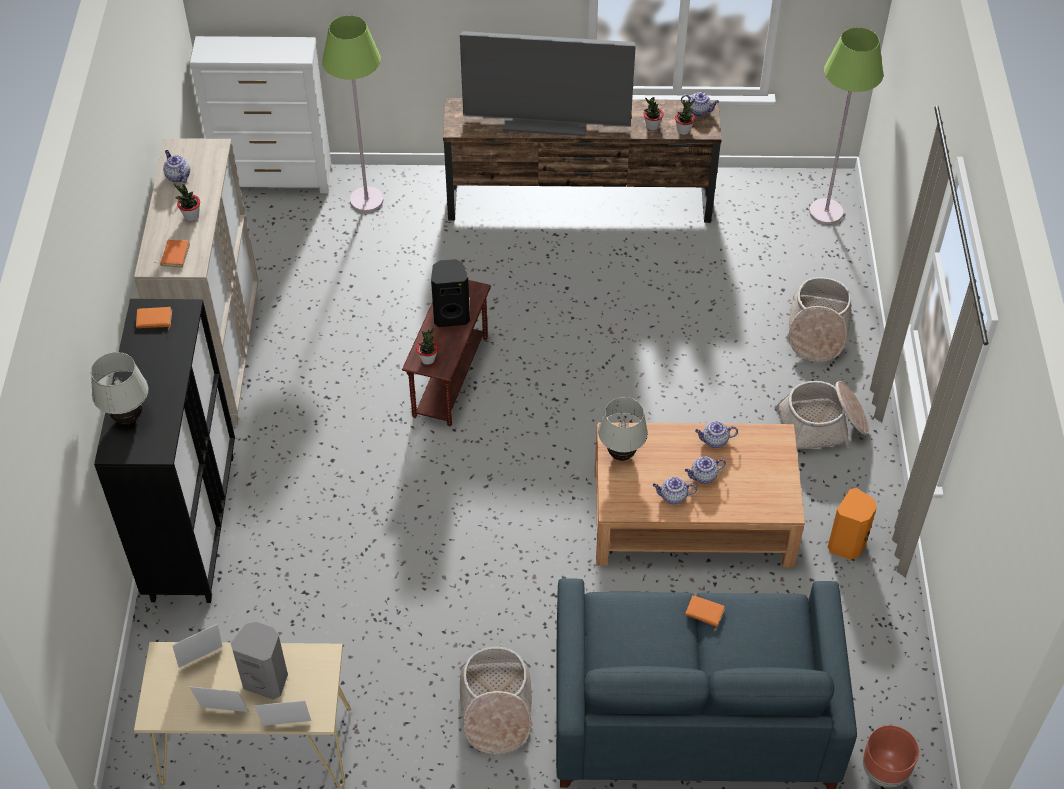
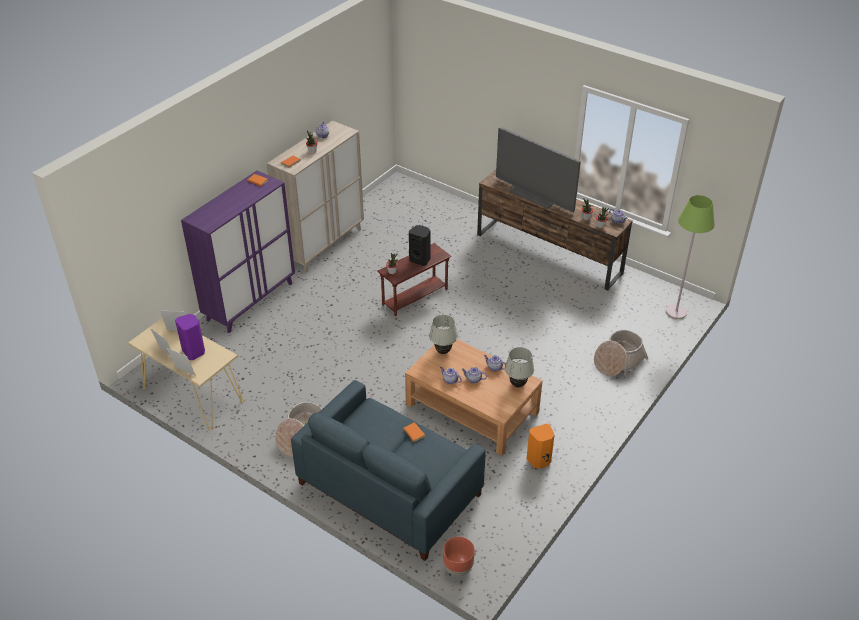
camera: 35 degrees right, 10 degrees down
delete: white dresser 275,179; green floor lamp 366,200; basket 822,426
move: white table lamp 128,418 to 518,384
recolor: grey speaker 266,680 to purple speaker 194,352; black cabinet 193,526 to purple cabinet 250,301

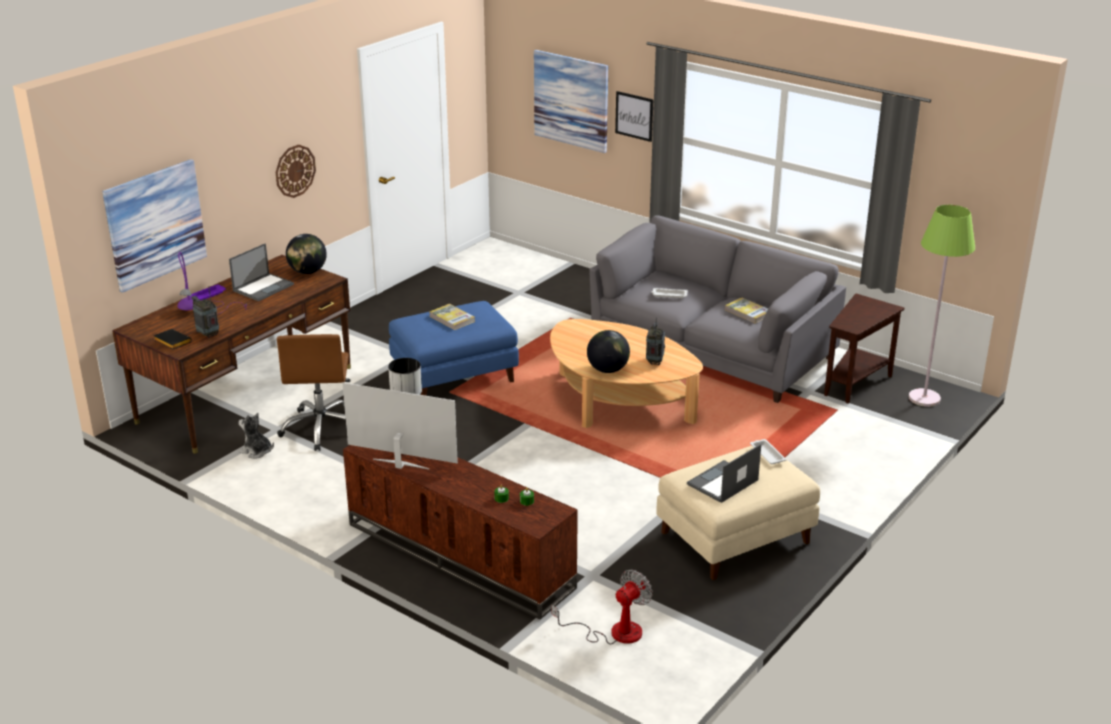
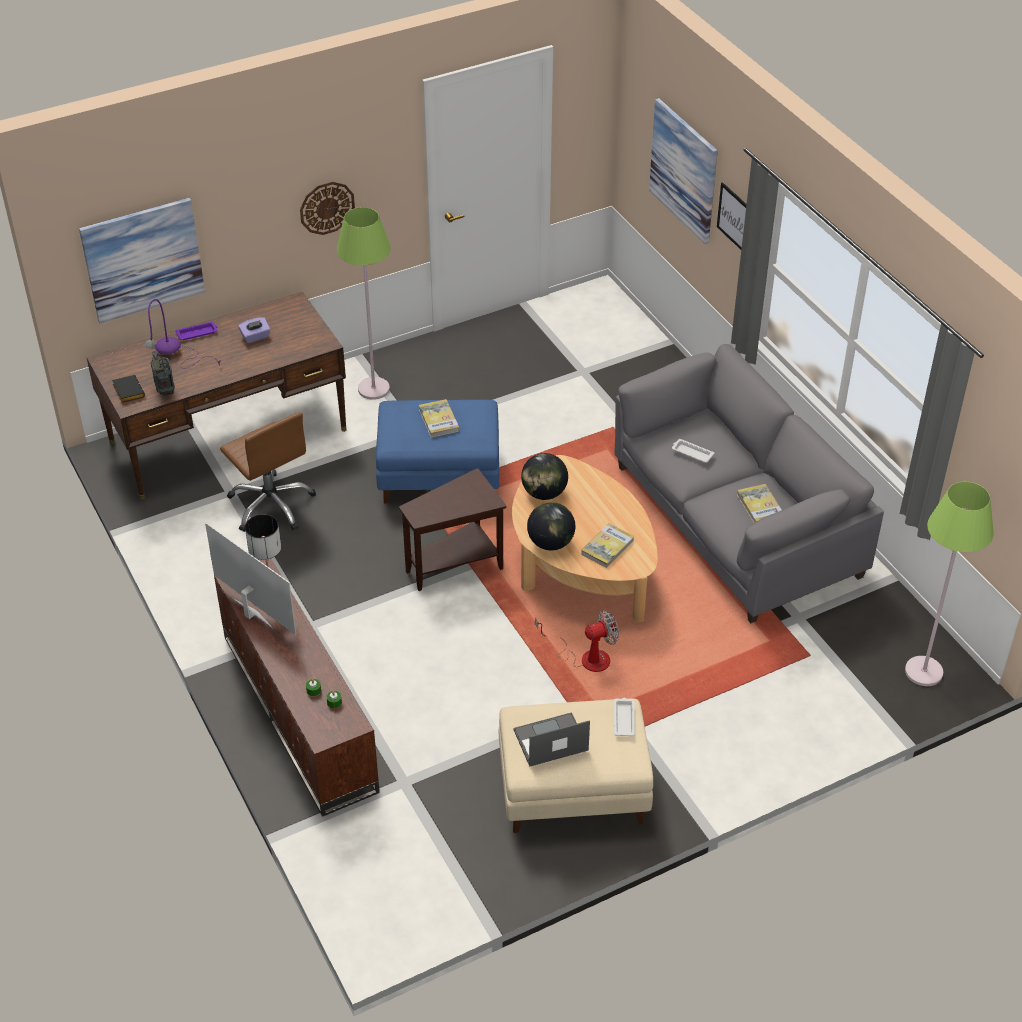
camera: 25 degrees right, 15 degrees up
delete: plush toy 257,451
insert: green floor lamp 373,389
move: brown side table 855,382 to 456,565; globe 307,272 to 544,493; fan 614,632 to 585,657
replace: laptop 263,287 to purple tissue box 255,337; radio 654,362 to book 607,547
rotate: brown office chair 322,428 = 271,505 60 degrees counterclockwise

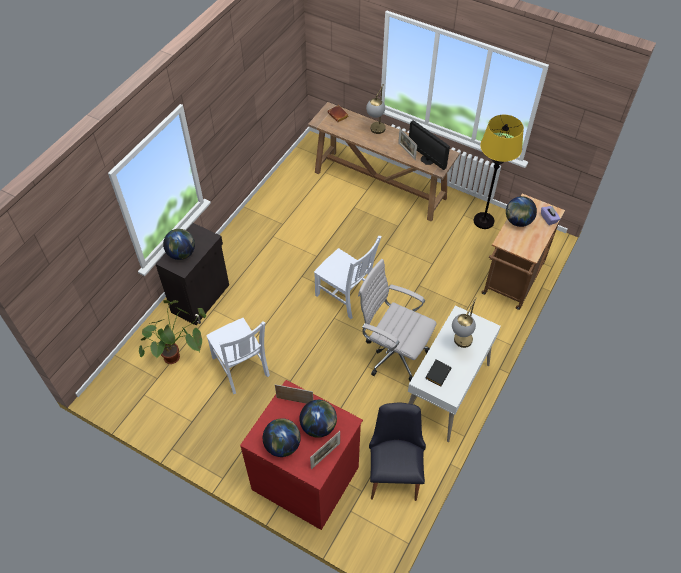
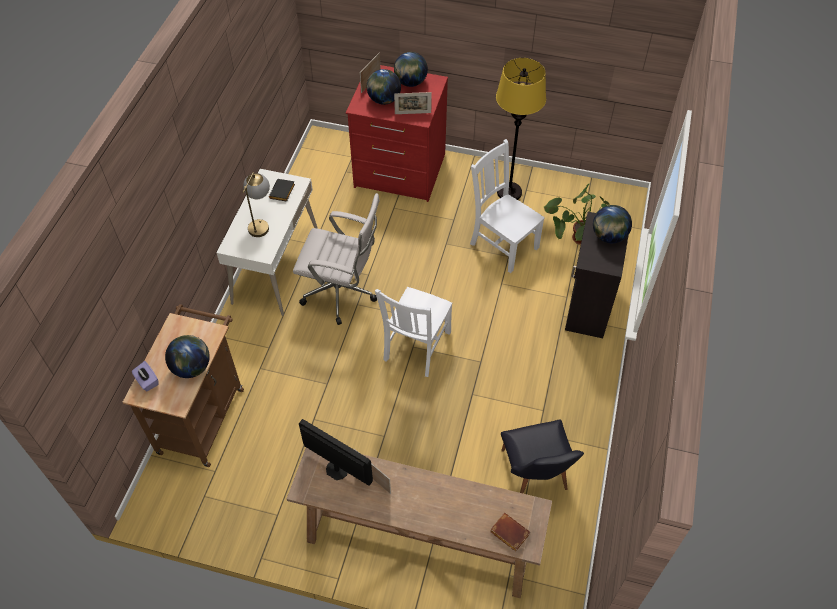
camera: 165 degrees right, 0 degrees up
delete: table lamp 376,132
move: yellow floor lamp 483,221 to 509,192; black chair 394,471 to 536,476
rotate: white chair 346,296 = 416,348 90 degrees counterclockwise

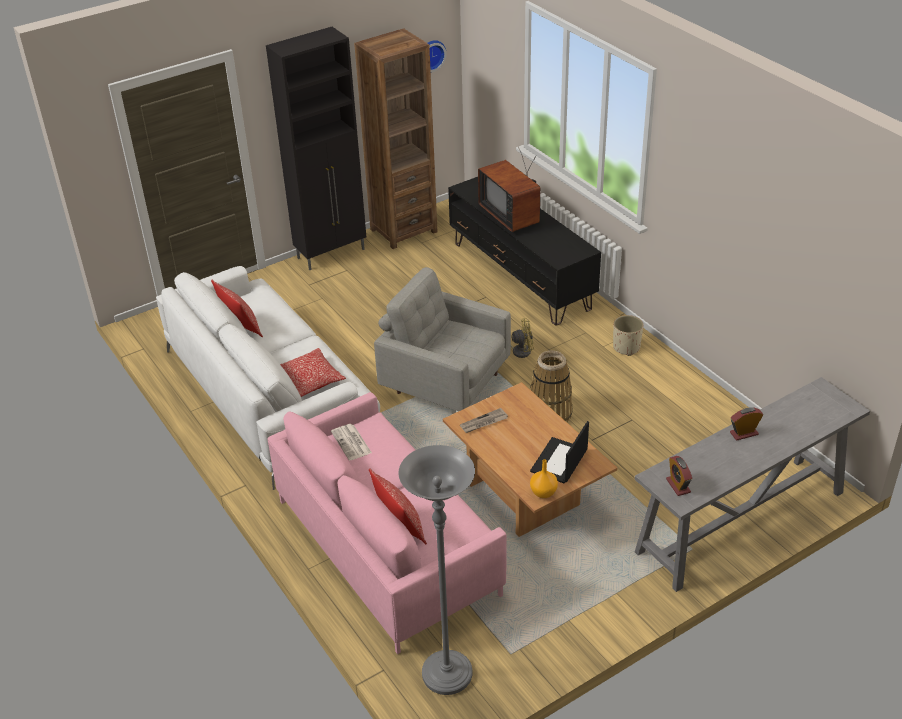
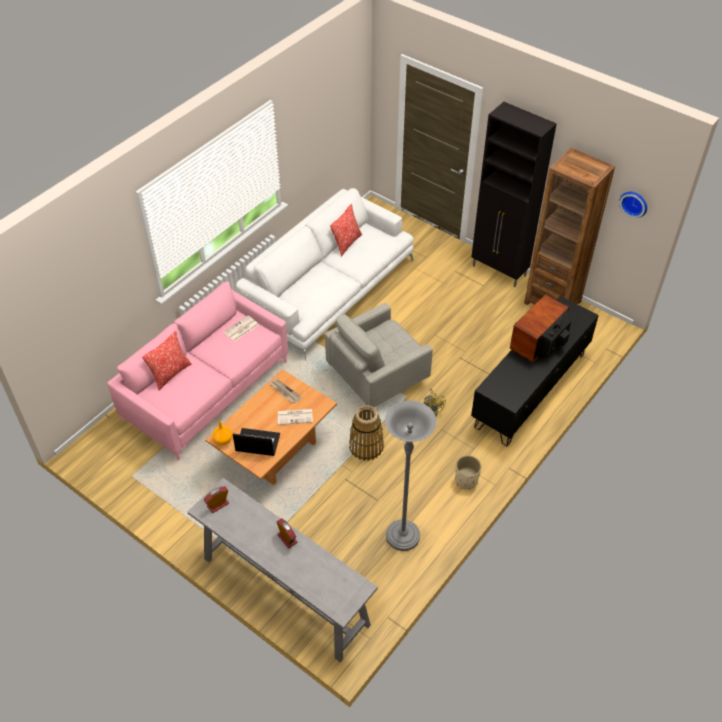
camera: 70 degrees right, 10 degrees up
delete: pillow 308,381
insert: newspaper 295,416
move: grey floor lamp 447,674 to 402,536
rotate: grey armchair 445,382 = 376,377 135 degrees counterclockwise

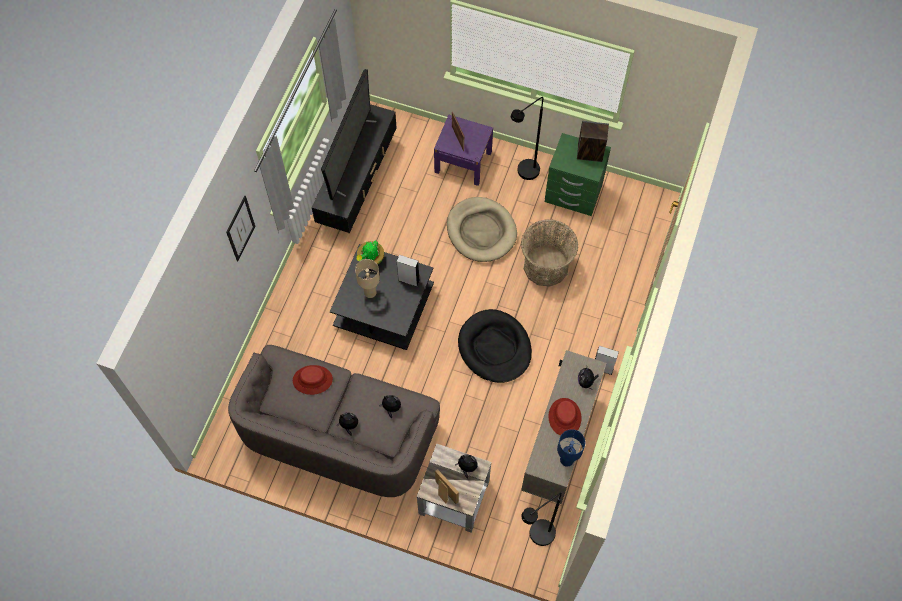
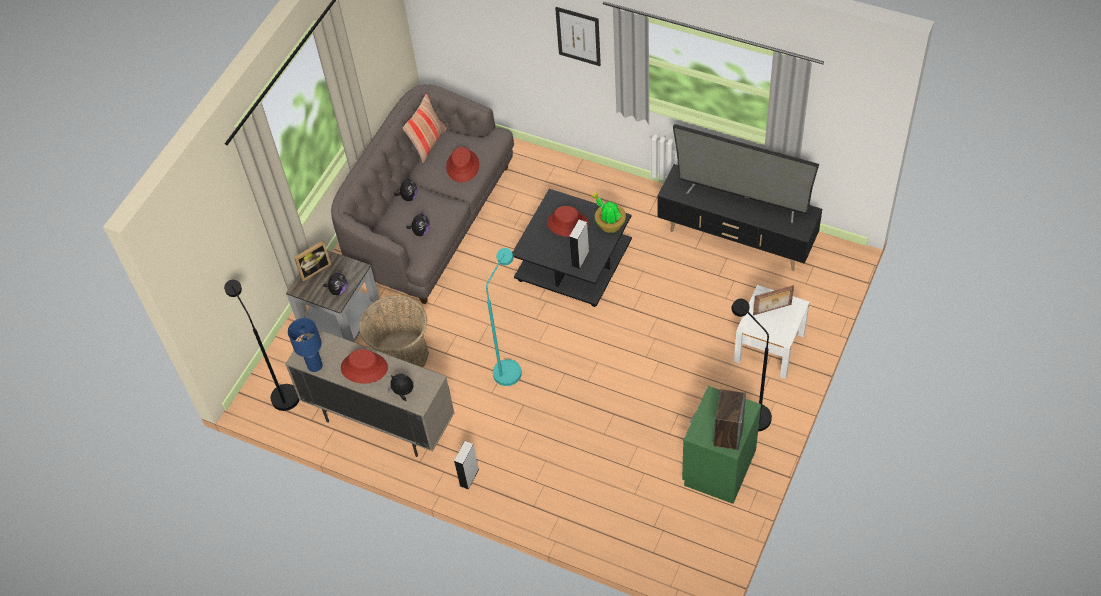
camera: 100 degrees right, 10 degrees down
delete: beige dog bed 481,231
insert: pillow 428,143
move: basket 546,266 to 401,354
replace: black dog bed 494,348 to turquoise floor lamp 510,366; beige table lamp 370,293 to red hat 567,224
recolor: purple nightstand 463,162 to white nightstand 769,347

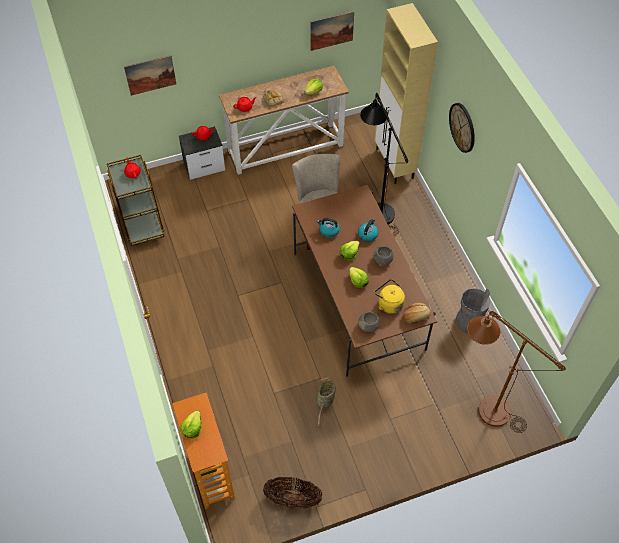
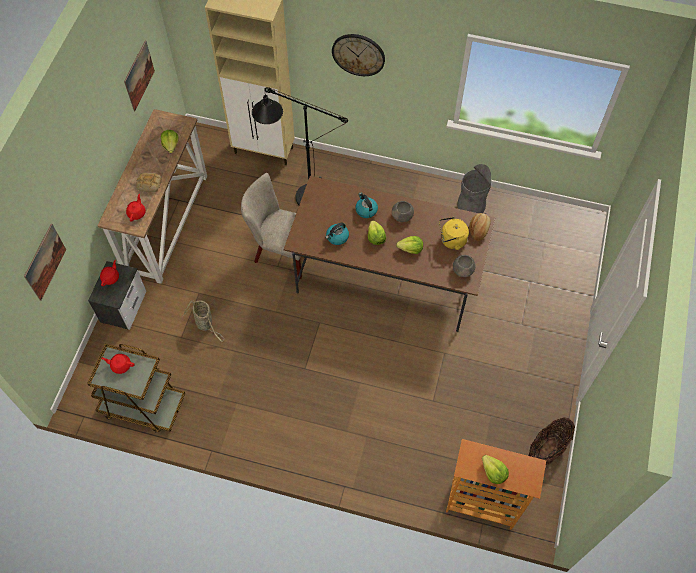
camera: 55 degrees left, 5 degrees up
delete: brown floor lamp 485,406
move: basket 325,402 to 205,324

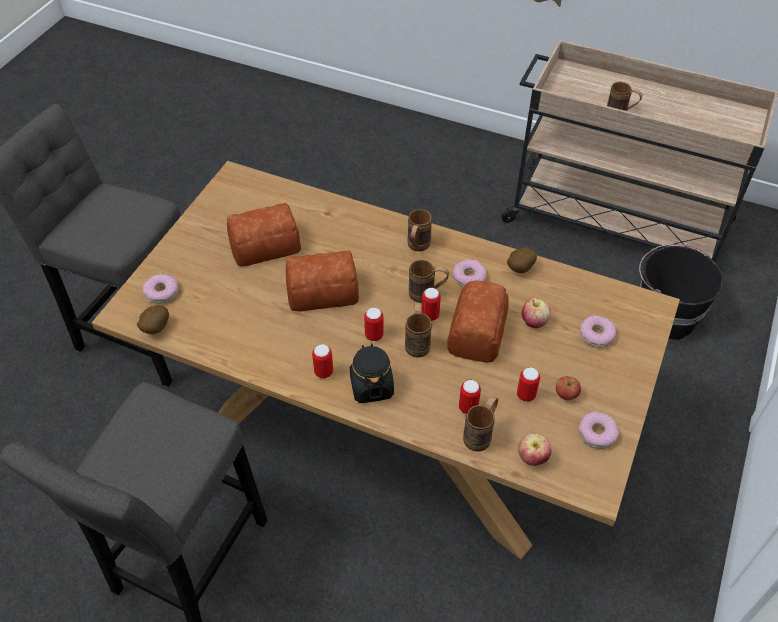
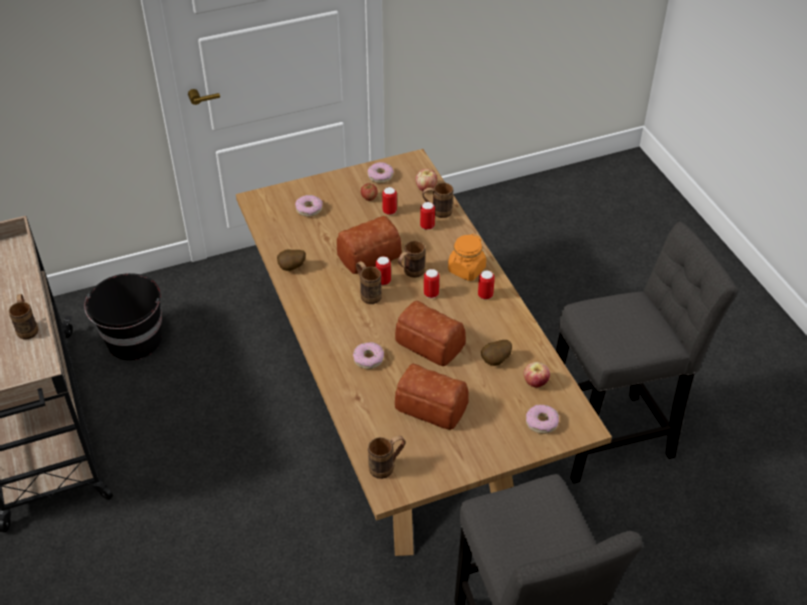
camera: 135 degrees left, 5 degrees down
move: donut 469,278 to 368,359; brown mug 416,247 to 387,466; potato 155,328 to 496,361; apple 534,322 to 535,383
recolor: black jar 371,386 to orange jar 466,270

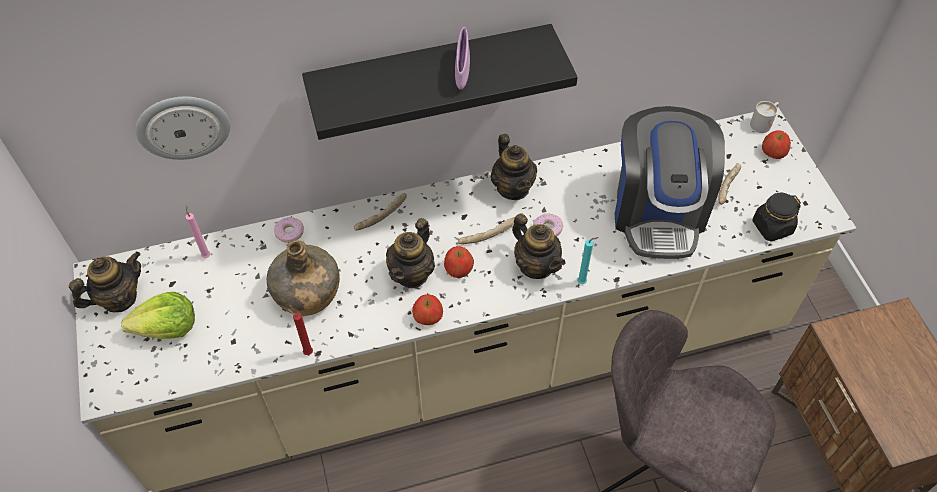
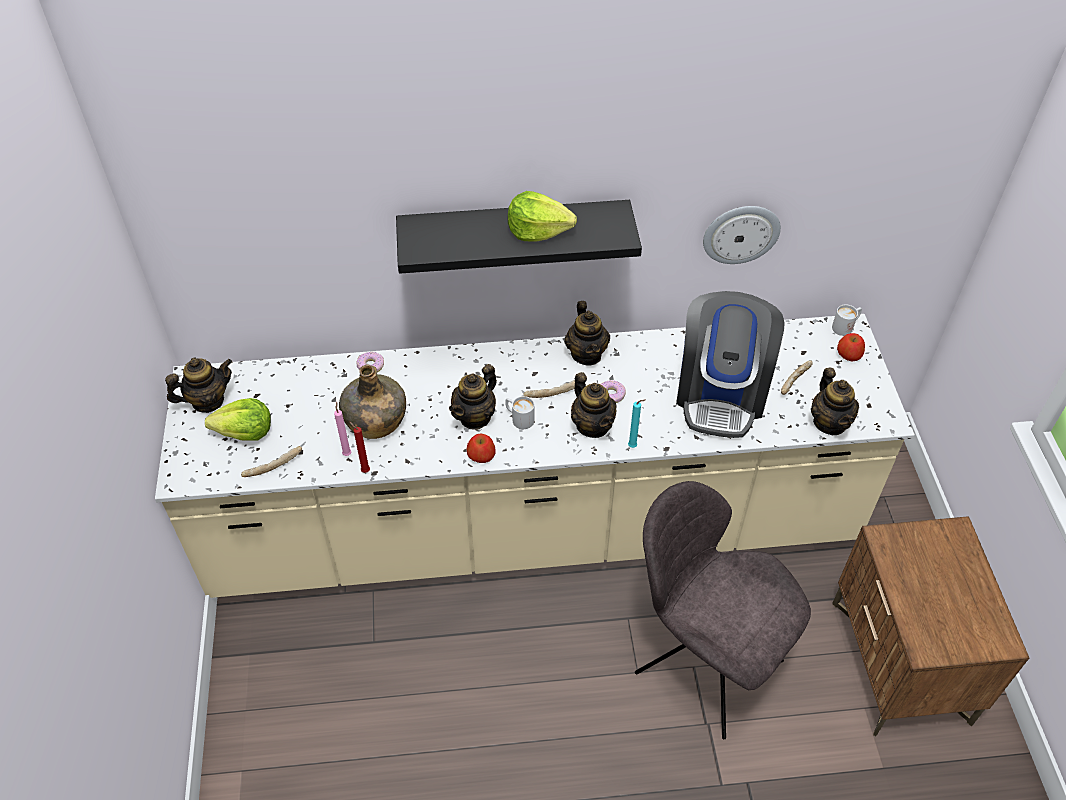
camera: 10 degrees right, 5 degrees down
move: bread 380,215 to 273,465; pink candle 206,255 to 347,453; wall clock 183,126 to 741,233
replace: apple 458,268 to white mug 519,418; purple bowl 462,71 to lettuce 538,231; black jar 772,227 to teapot 829,423

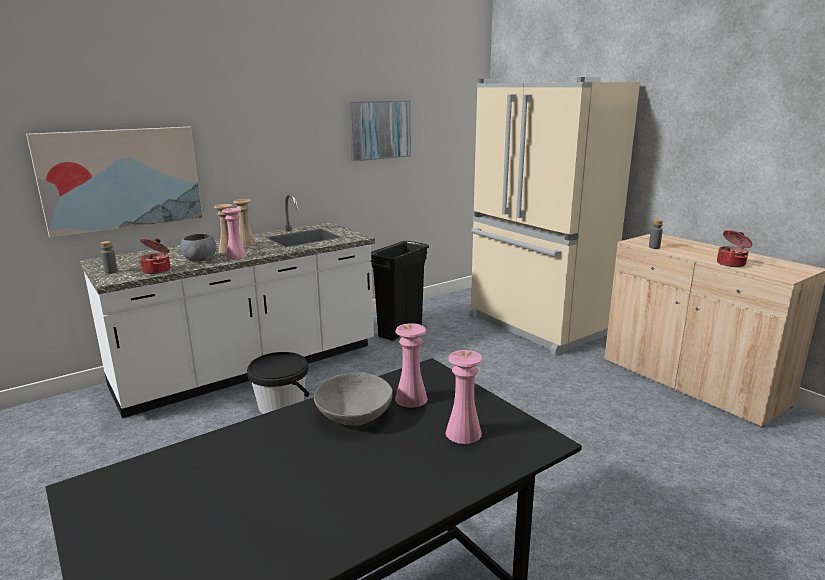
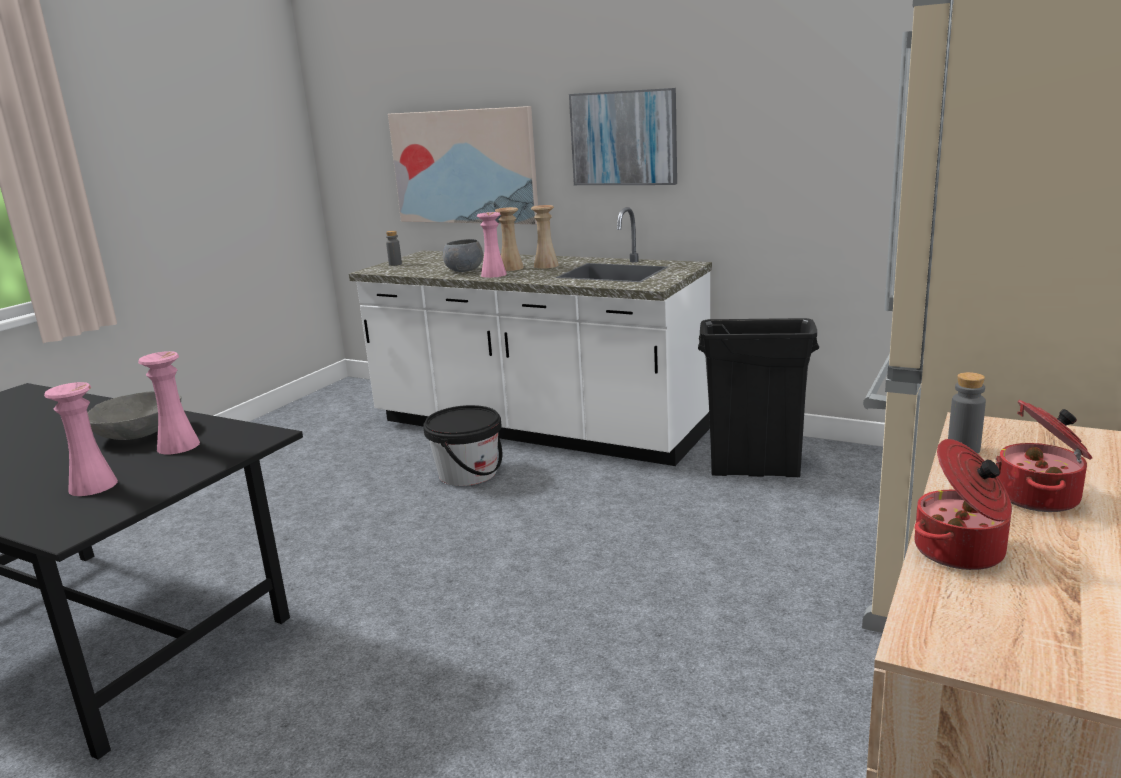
camera: 65 degrees right, 0 degrees up
move: picture 379,130 to 624,138; cooking pot 157,270 to 1040,497

